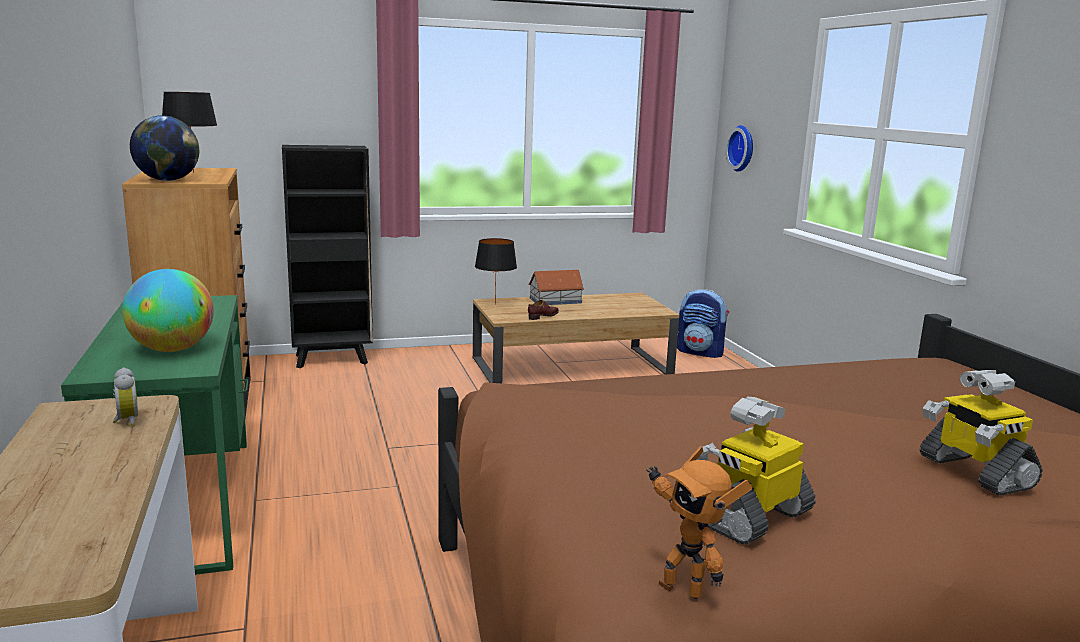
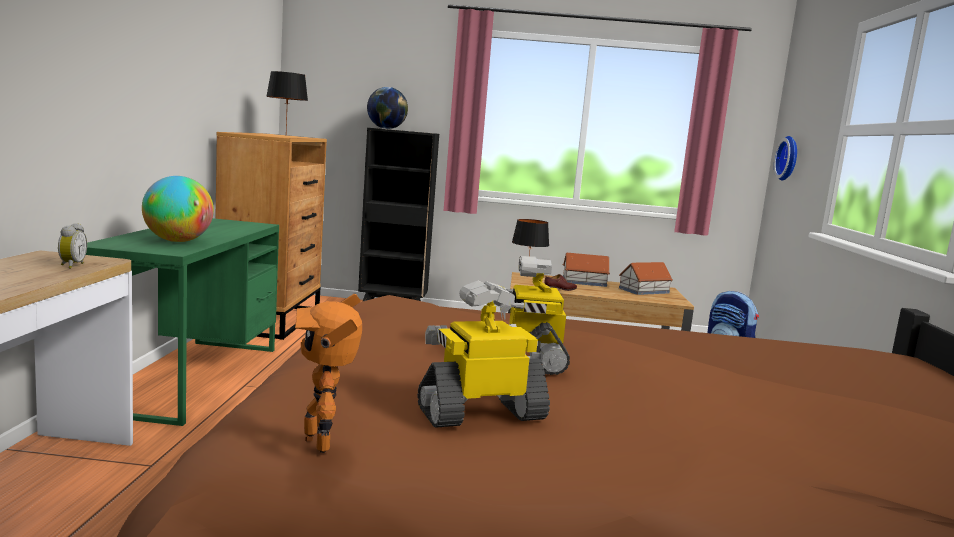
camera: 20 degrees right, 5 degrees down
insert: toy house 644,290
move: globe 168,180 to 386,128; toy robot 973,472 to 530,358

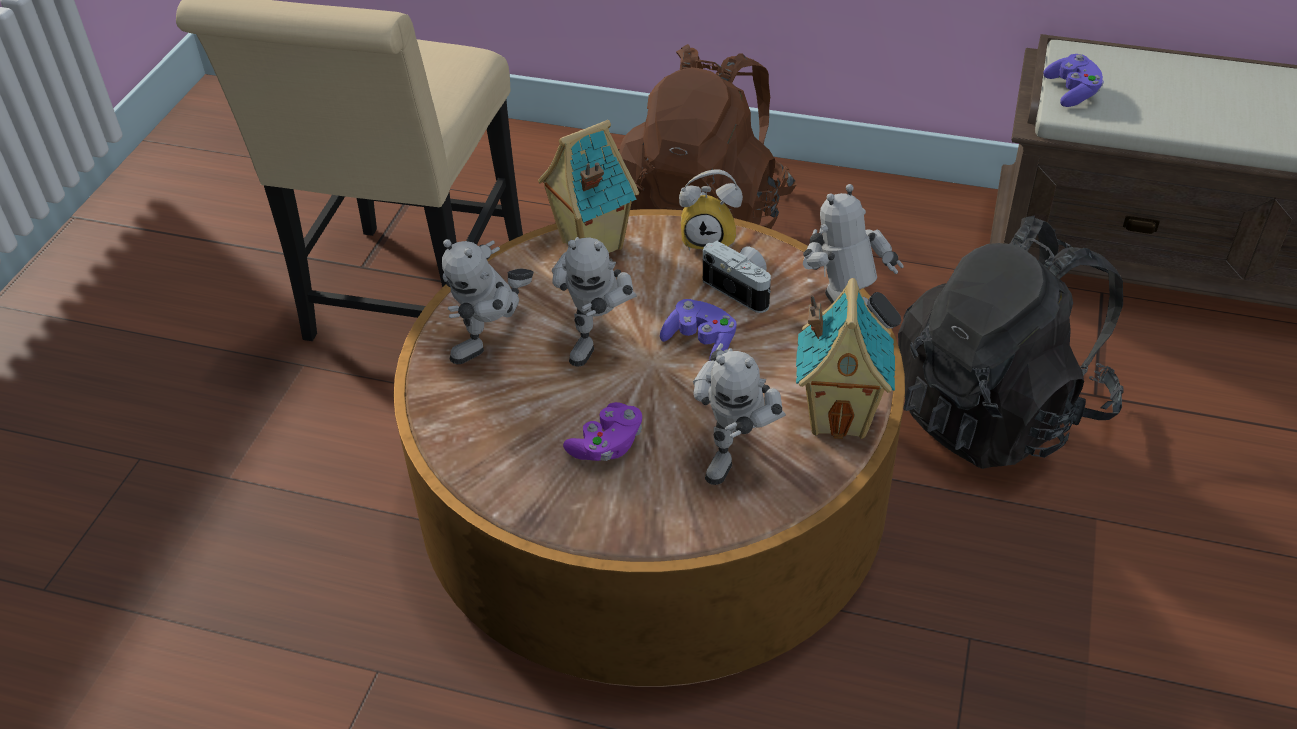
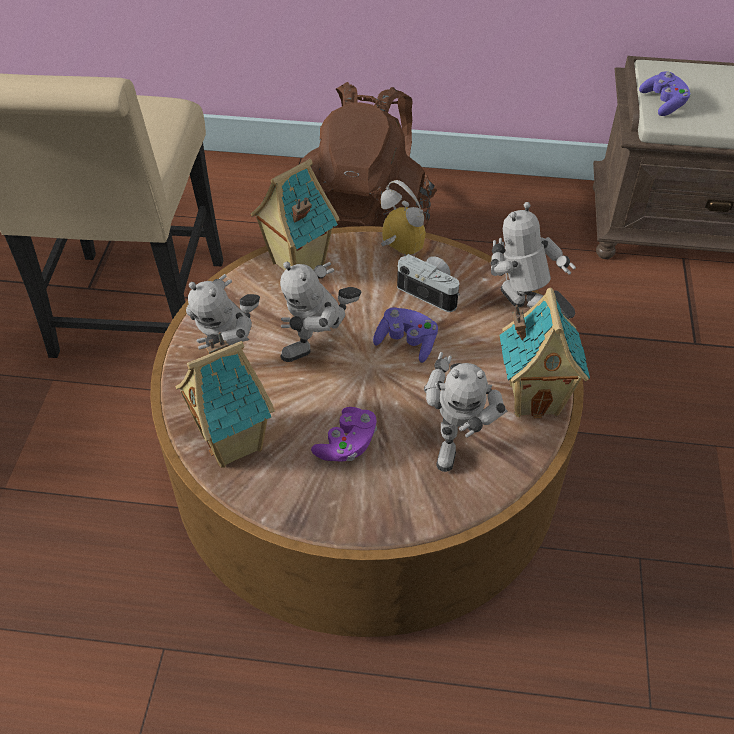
camera: 10 degrees left, 5 degrees up
delete: black backpack 998,411
insert: toy house 235,443
rotate: toy robot 598,338 = 320,347 45 degrees clockwise; alarm clock 710,239 = 396,250 135 degrees counterclockwise

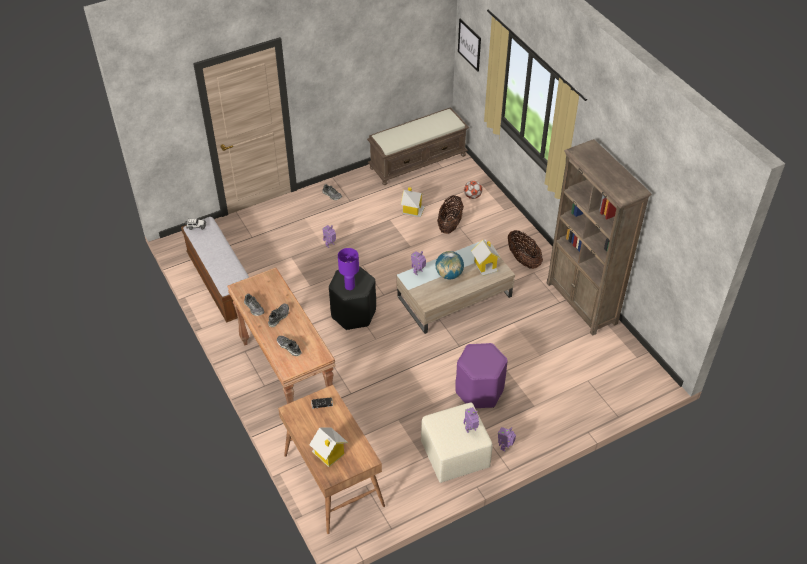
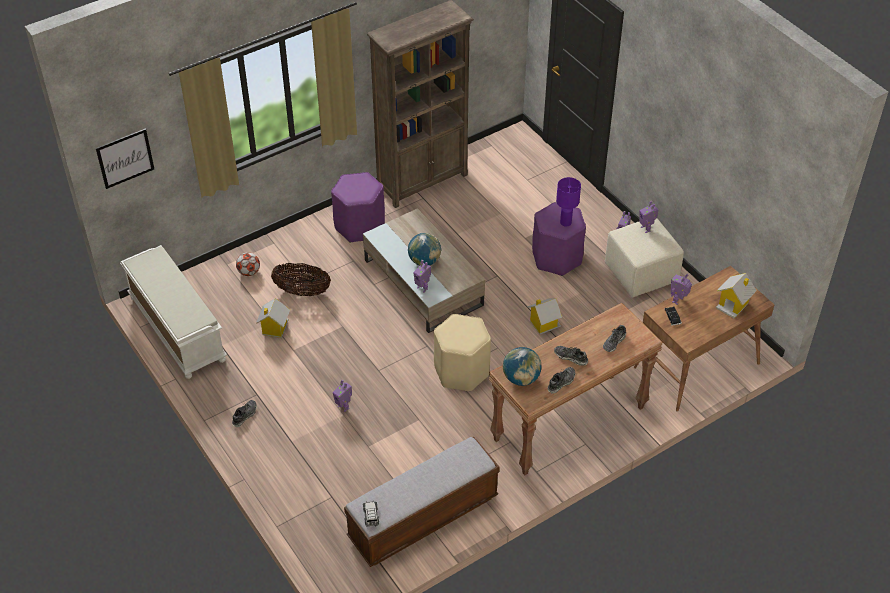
camera: 95 degrees left, 0 degrees up
insert: globe 521,378; toy robot 678,300
move: toy house 485,266 to 544,324; purple table lamp 350,286 to 565,222
replace: basket 523,260 to purple stool 359,226
recolor: brown bench 418,161 to white bench 176,328; black stool 353,314 to beige stool 461,371

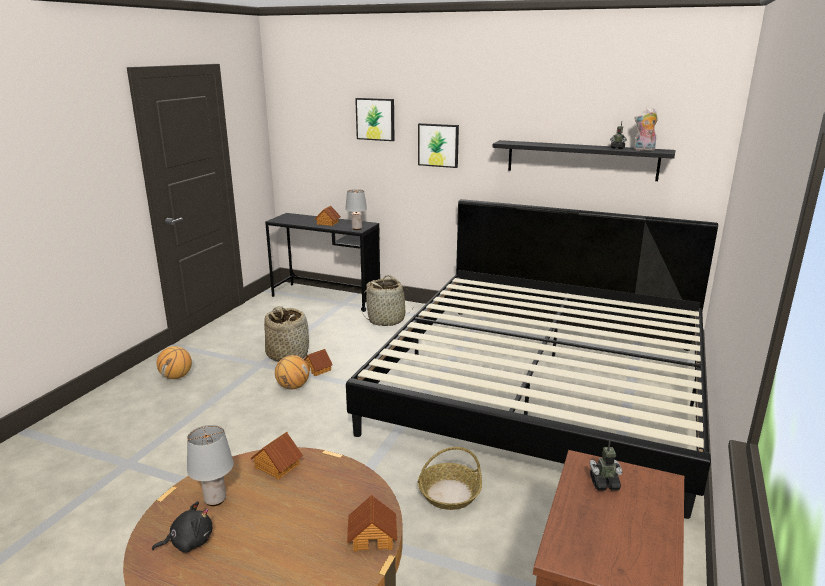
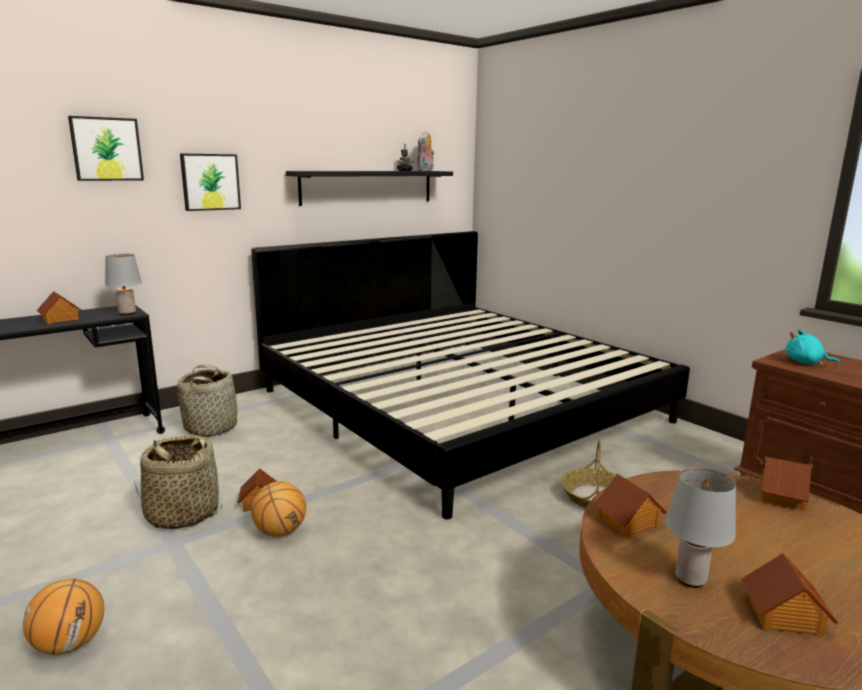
camera: 60 degrees left, 5 degrees down
replace: black plush toy 189,542 to toy house 783,615; toy robot 604,484 to turquoise plush toy 806,363

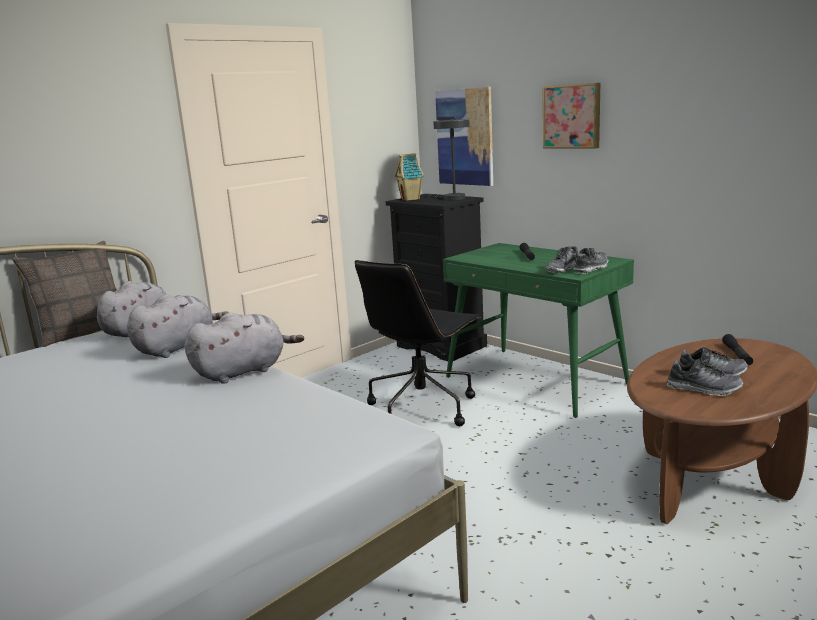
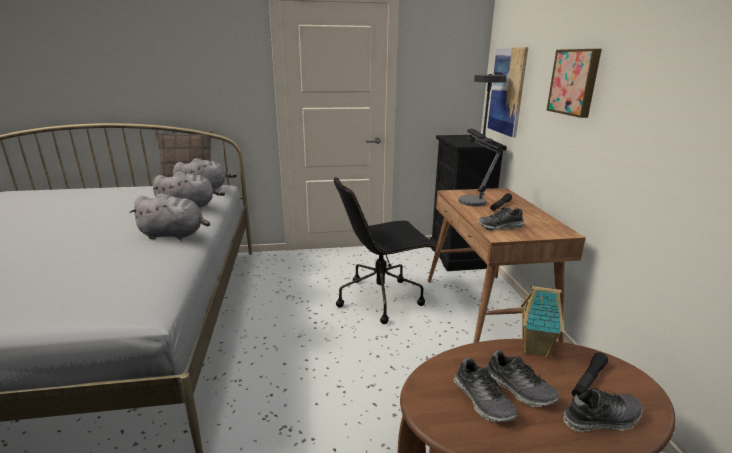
camera: 35 degrees right, 5 degrees up
insert: table lamp 472,204
move: toy house 411,199 to 536,348; shoe 590,269 to 601,419
recolor: green desk 536,380 to brown desk 487,312

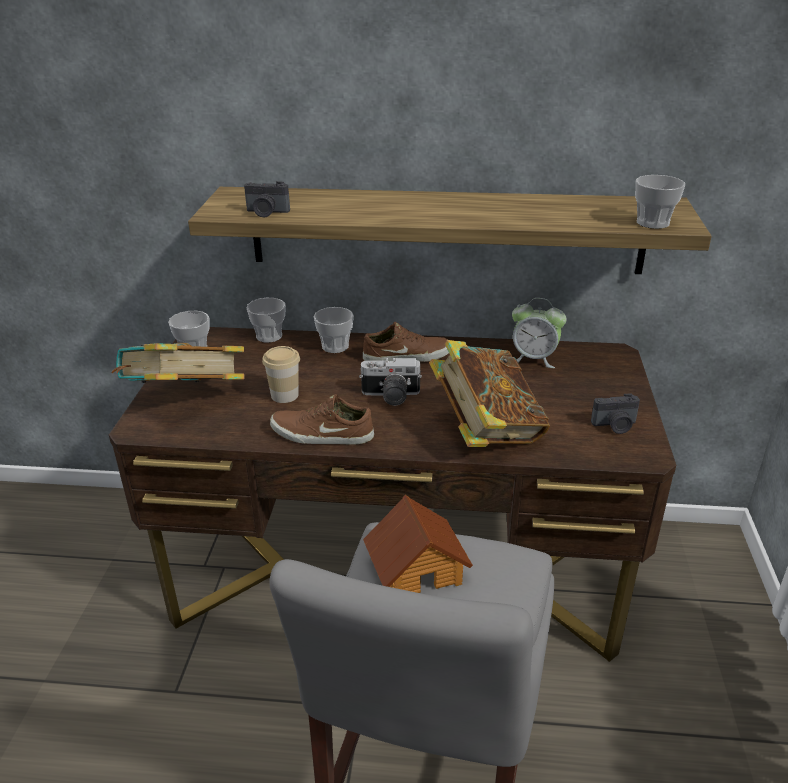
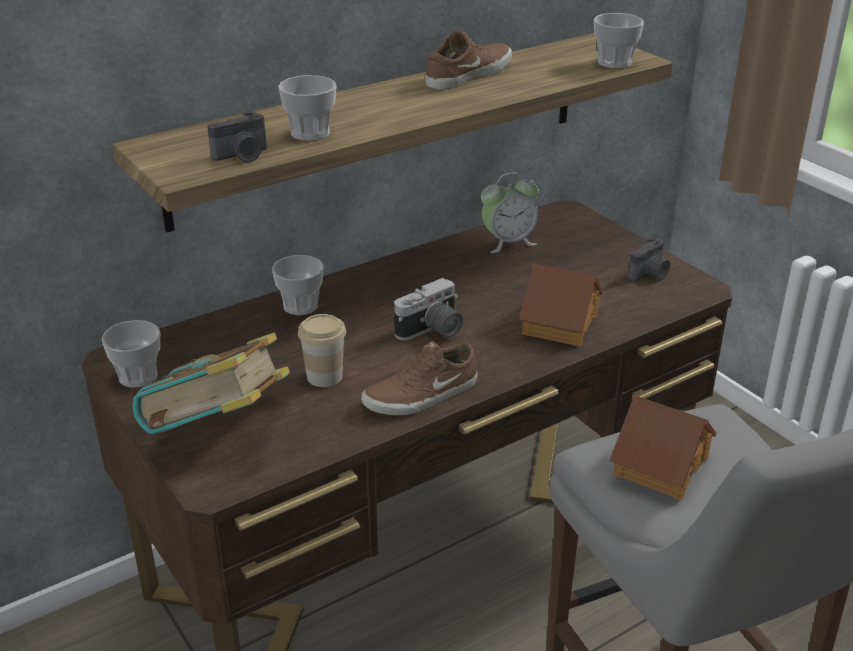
camera: 40 degrees left, 0 degrees up
move: cup 269,336 to 310,133; brown shoe 407,355 to 467,74
replace: book 486,431 to toy house 561,324

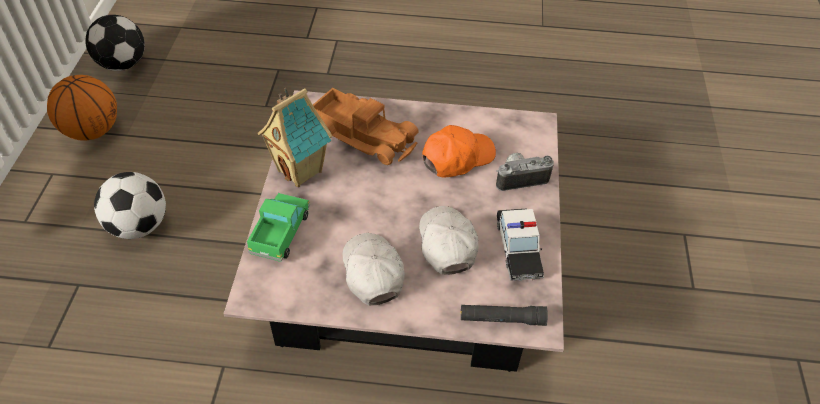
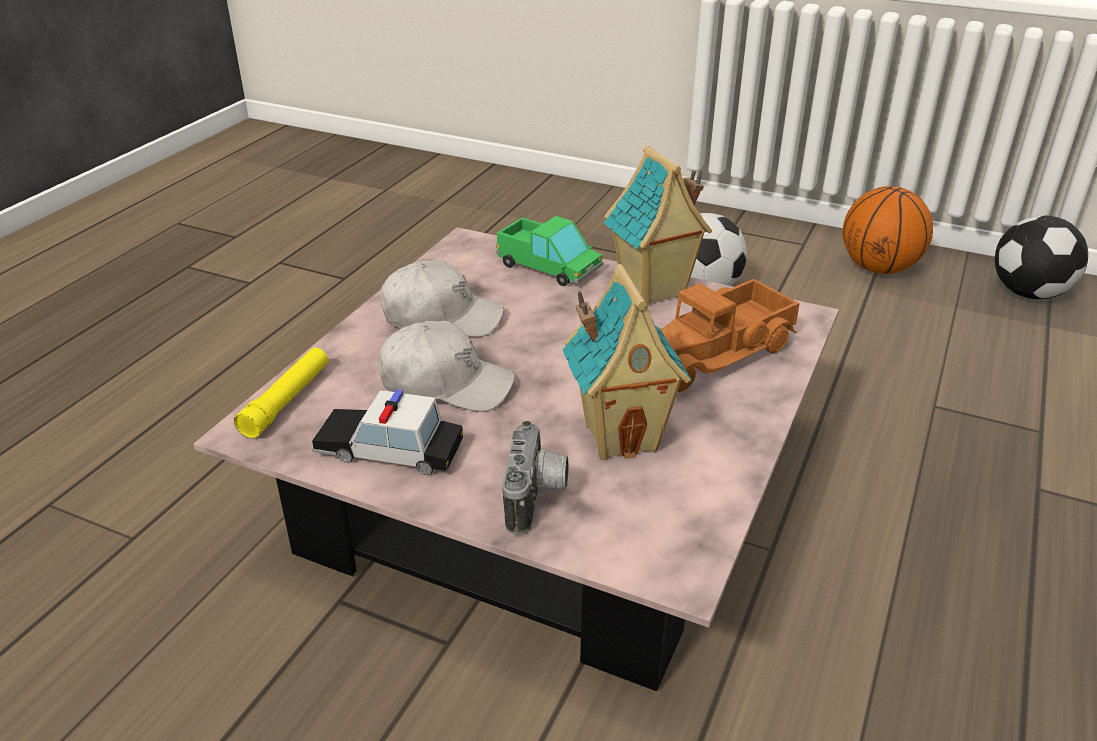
camera: 110 degrees right, 15 degrees down
replace: orange cap 457,157 to toy house 621,436
recolor: black flashlight 502,319 to yellow flashlight 287,401

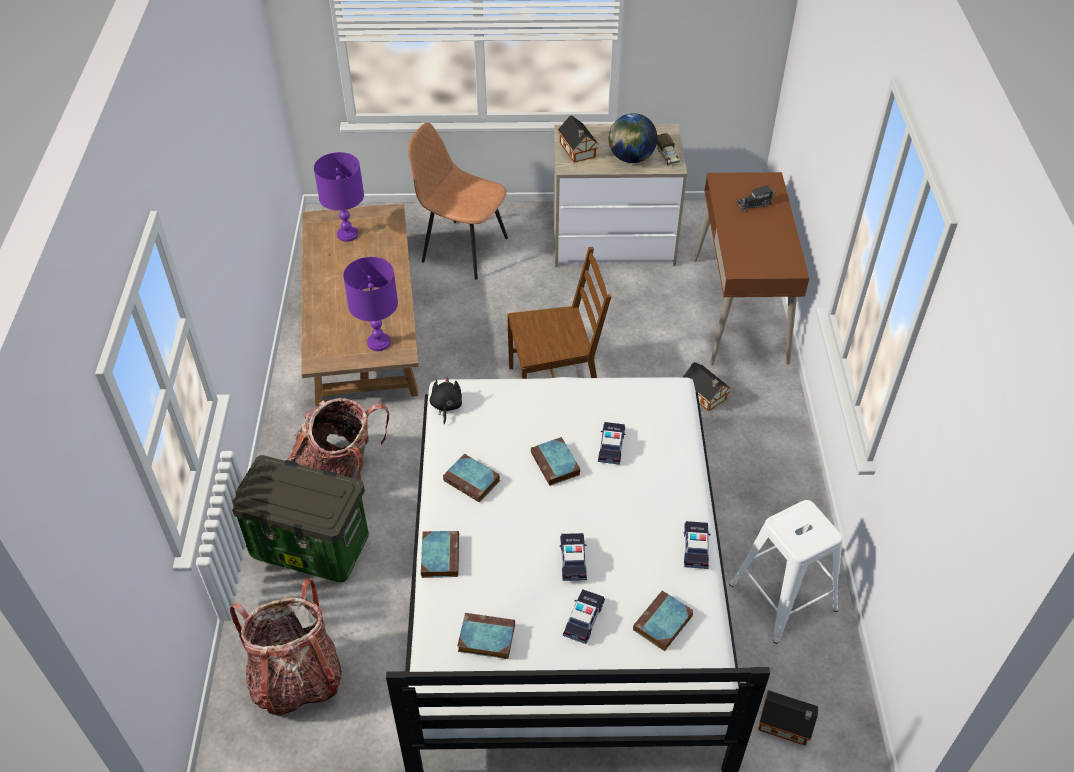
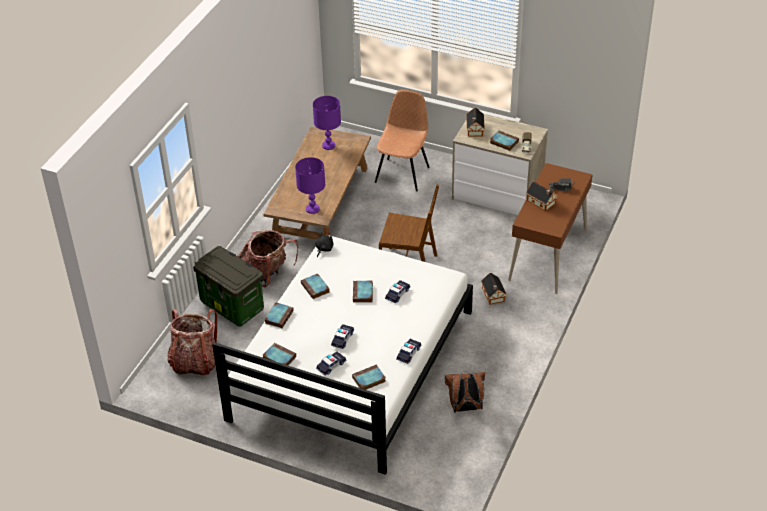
camera: 25 degrees right, 5 degrees down
move: toy house 787,725 to 542,202
replace: white stool 783,598 to brown backpack 465,408; globe 631,158 to book 503,142
rotate: brown chair 463,249 = 403,174 60 degrees clockwise

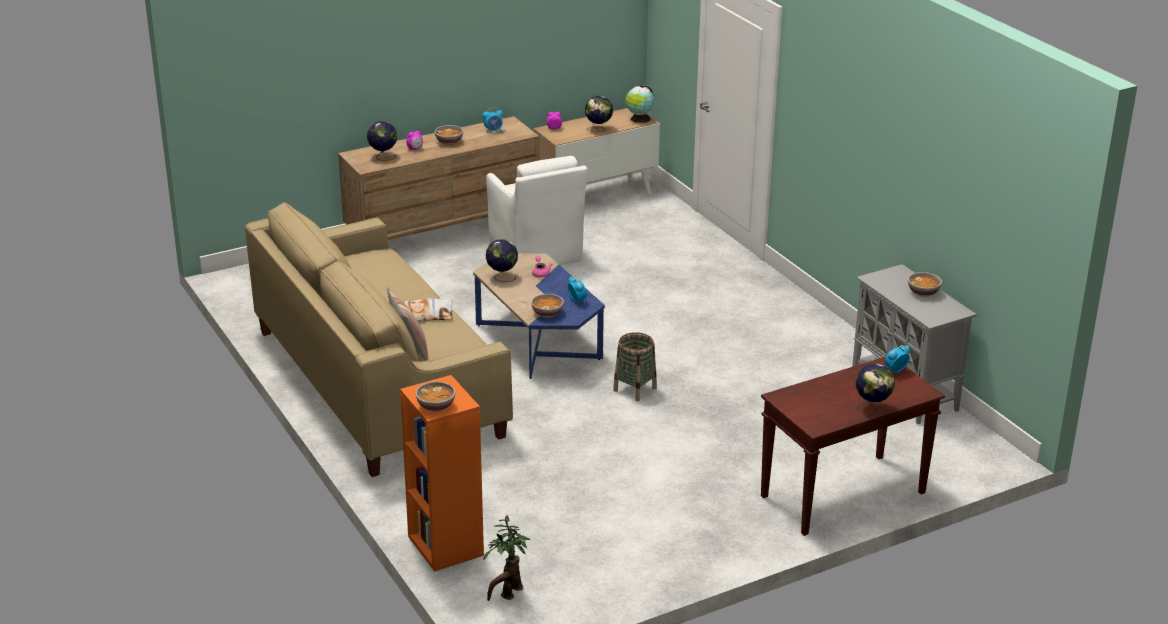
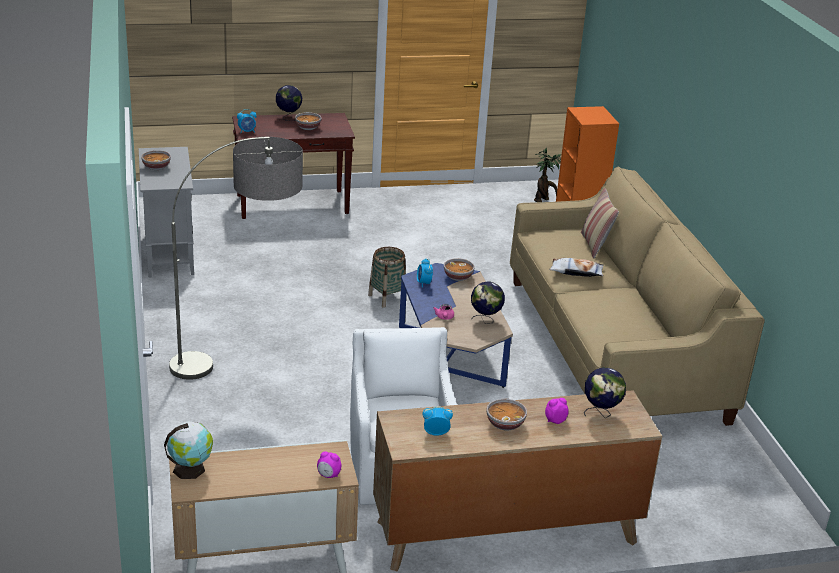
camera: 165 degrees left, 0 degrees up
delete: globe 598,130
insert: floor lamp 243,362
move: bowl 436,406 to 308,127

